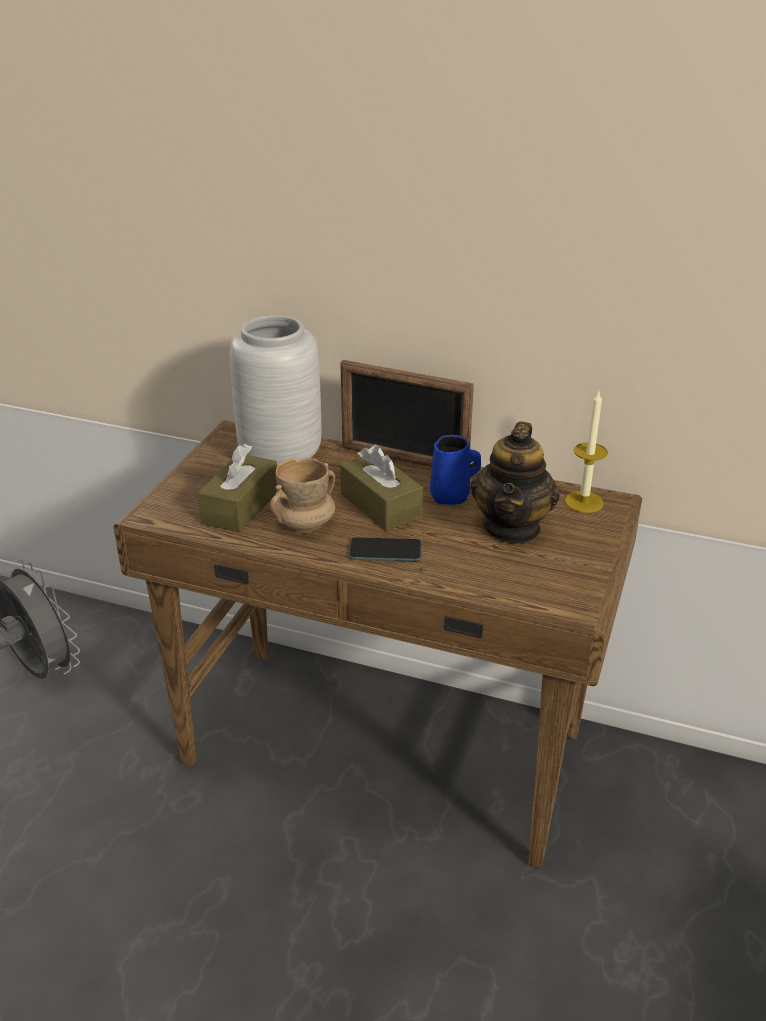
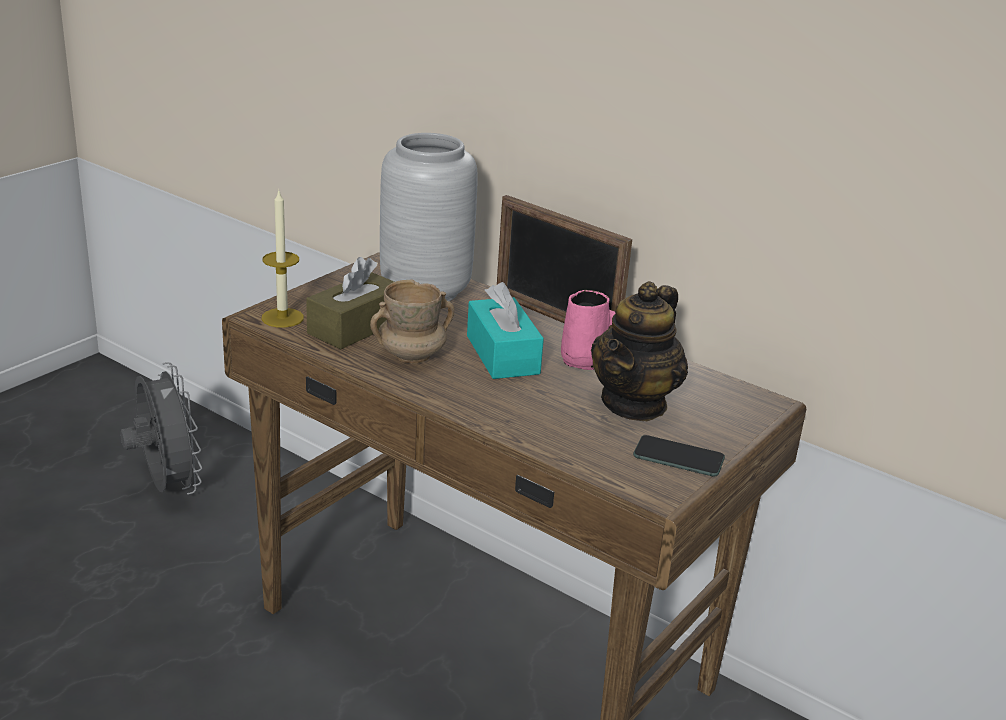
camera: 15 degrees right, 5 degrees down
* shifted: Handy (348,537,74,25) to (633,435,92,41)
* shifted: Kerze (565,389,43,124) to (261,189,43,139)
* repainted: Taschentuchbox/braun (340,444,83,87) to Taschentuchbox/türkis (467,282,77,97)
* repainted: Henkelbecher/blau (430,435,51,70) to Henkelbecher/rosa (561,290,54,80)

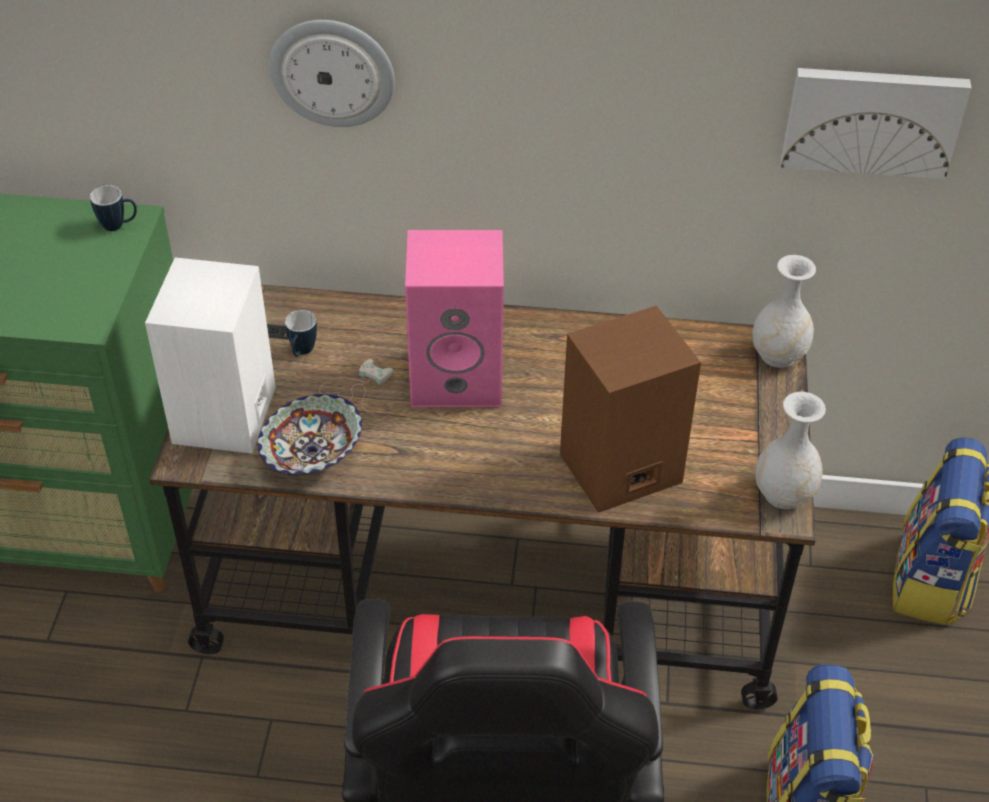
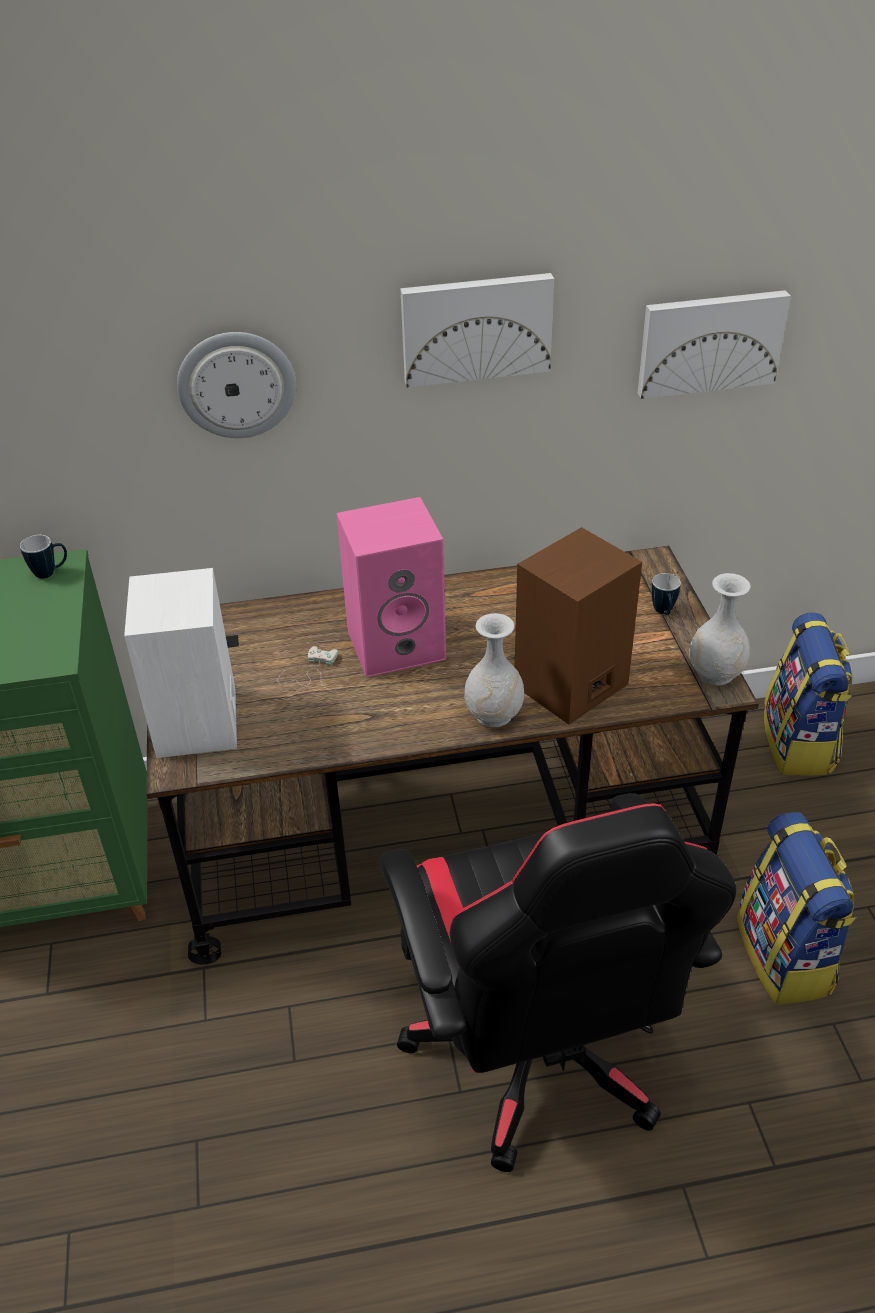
camera: 15 degrees left, 5 degrees down
* gone: Schüssel (258,394,104,82)
* new: Bild (400,273,154,115)
* shifted: Henkelbecher (285,310,32,47) to (651,573,30,42)
* shifted: Vase/weiß (752,255,64,113) to (464,613,60,114)

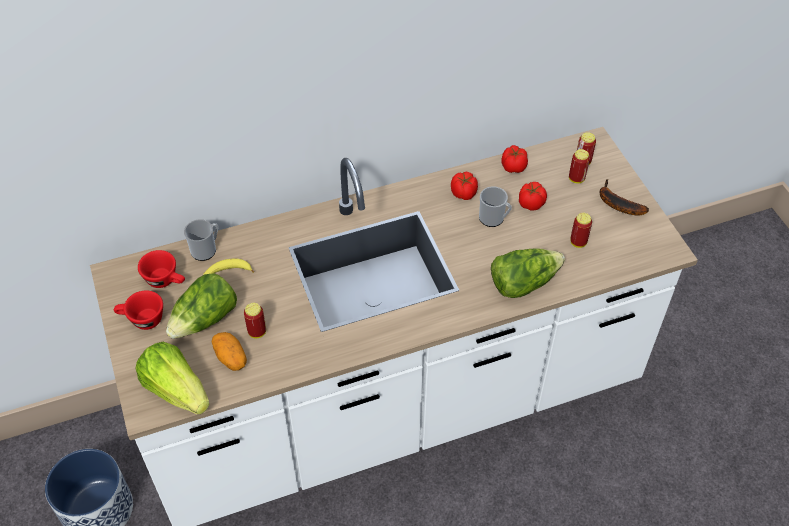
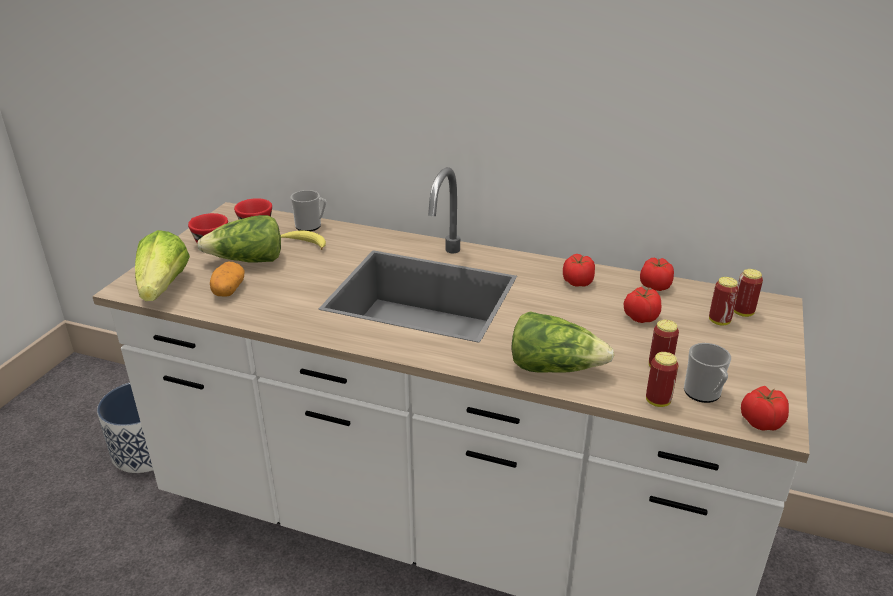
camera: 40 degrees right, 20 degrees down
* gone: Banane (600,179,49,36)
* new: Tomate (741,386,48,45)
* shifted: Dose (244,303,22,35) to (646,352,33,55)
* shifted: Henkelbecher (479,186,33,41) to (684,343,47,60)

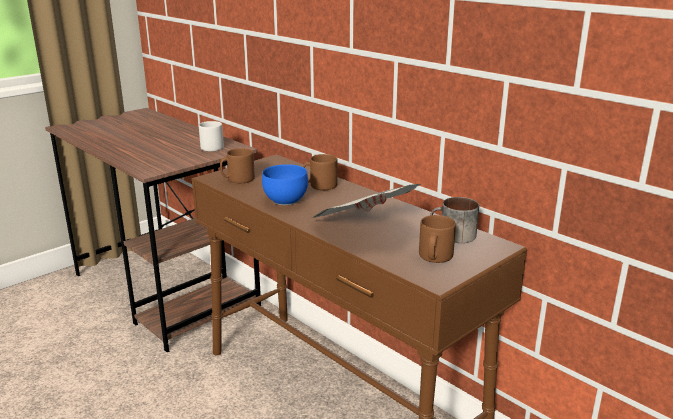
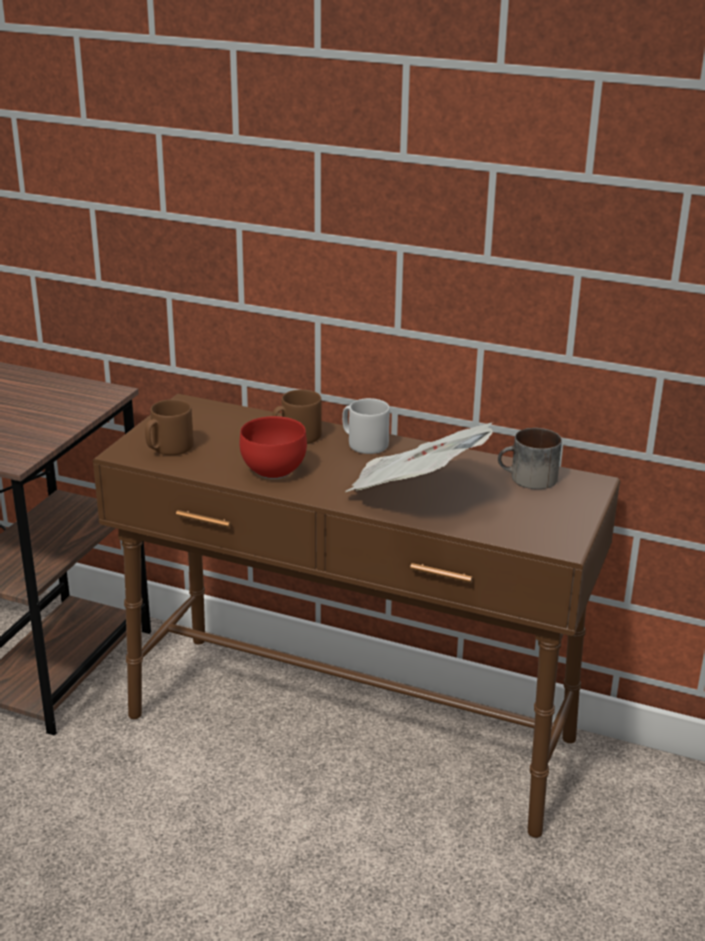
camera: 25 degrees left, 5 degrees up
* gone: Henkelbecher/braun (419,215,37,48)
* shifted: Henkelbecher/grau (199,121,25,30) to (342,398,48,56)
* repainted: Schüssel/blau (262,164,46,41) to Schüssel/rot (240,416,67,63)

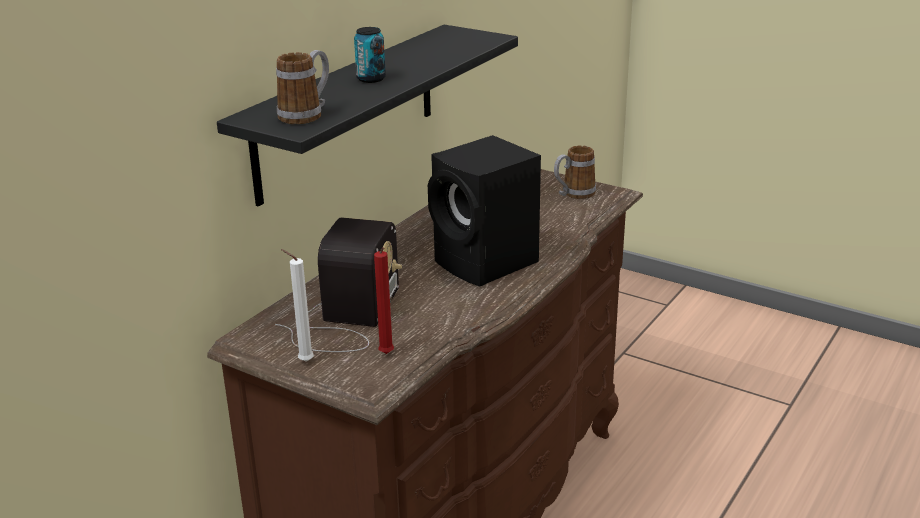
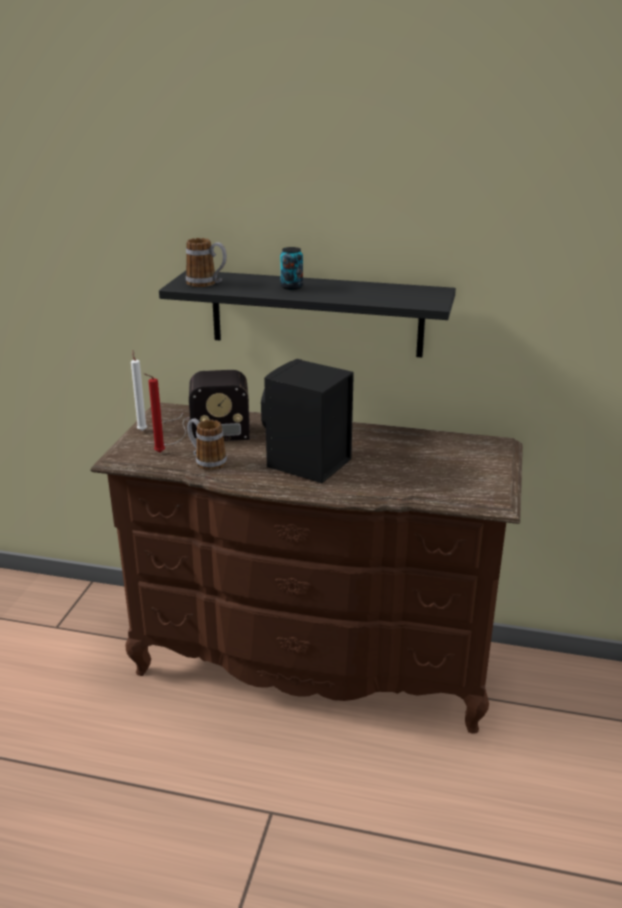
camera: 70 degrees right, 0 degrees up
* shifted: Henkelbecher (554,145,42,54) to (187,418,40,52)

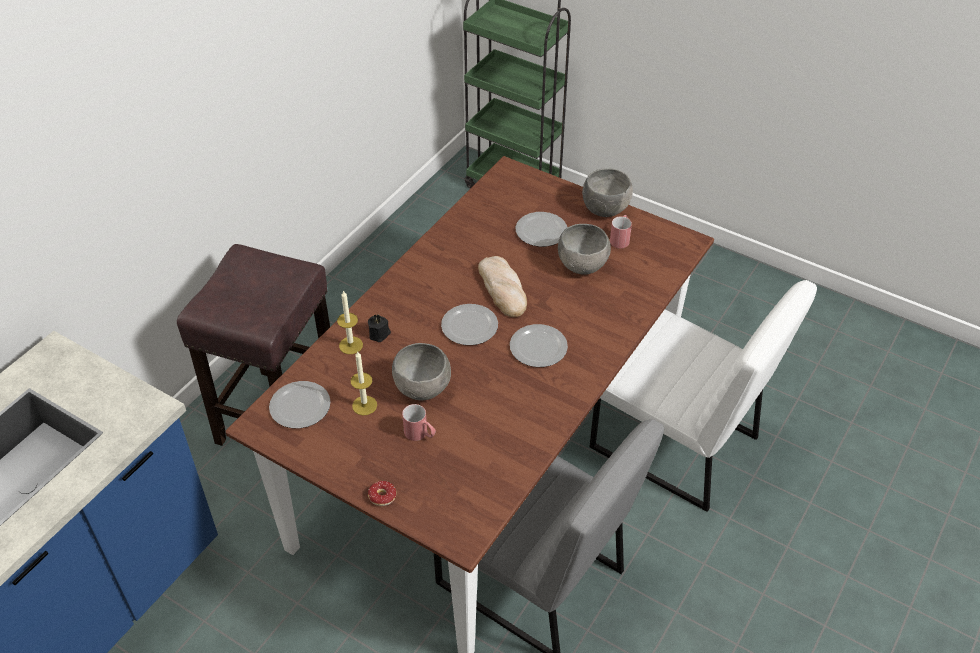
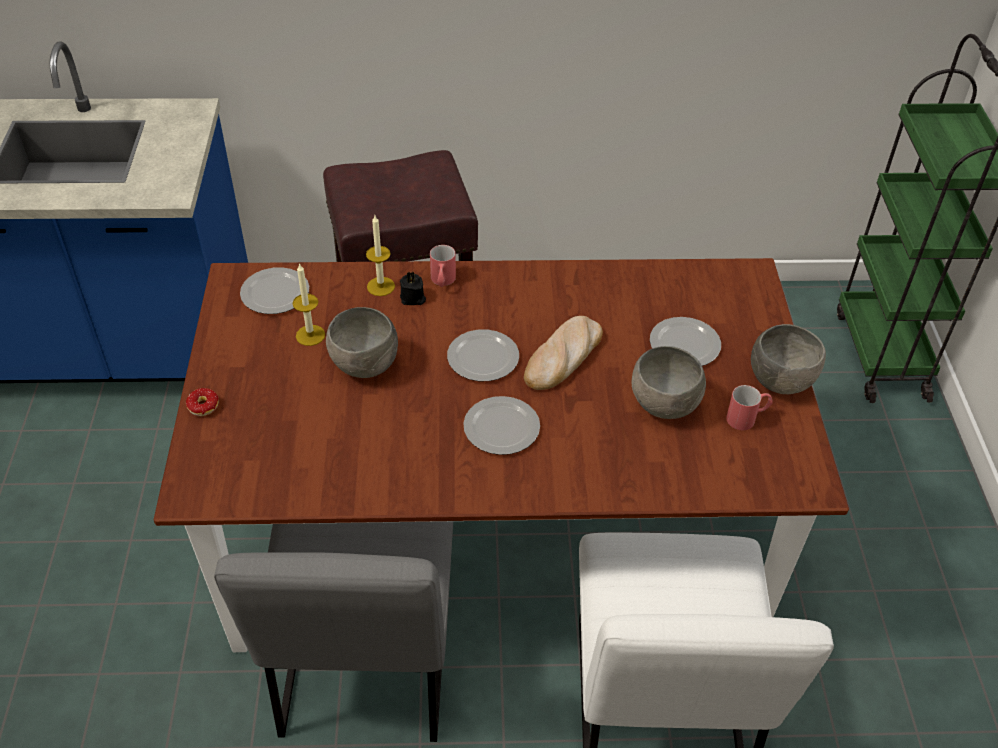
camera: 55 degrees right, 0 degrees up
* shifted: Henkelbecher/rot (402,404,34,37) to (430,245,26,42)

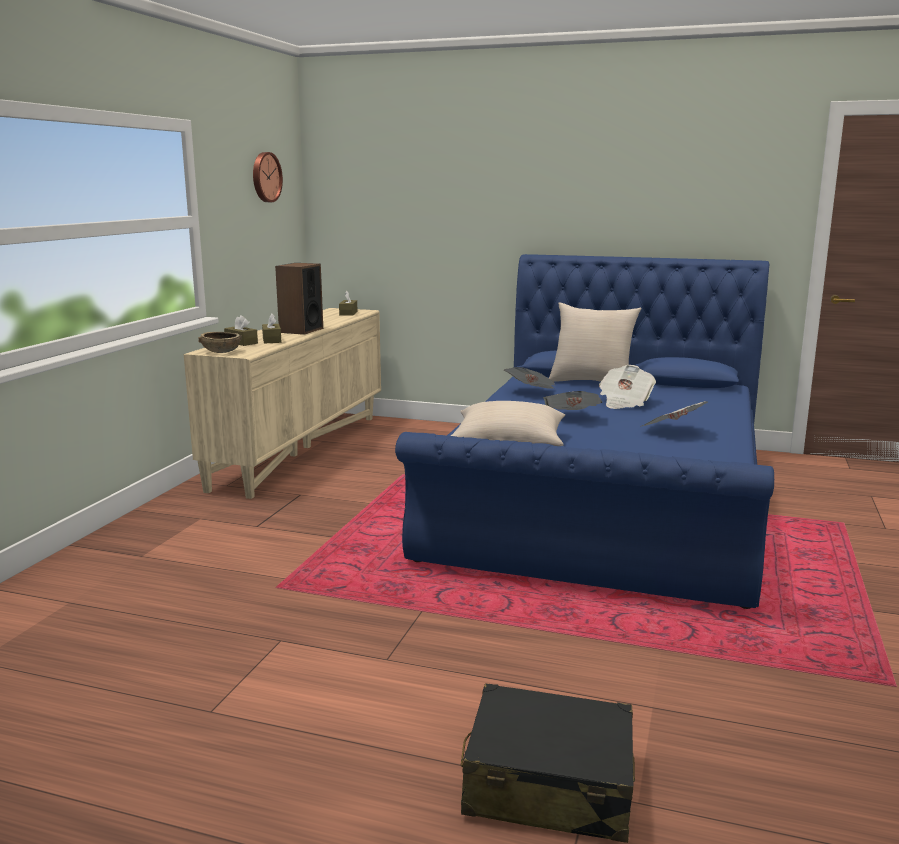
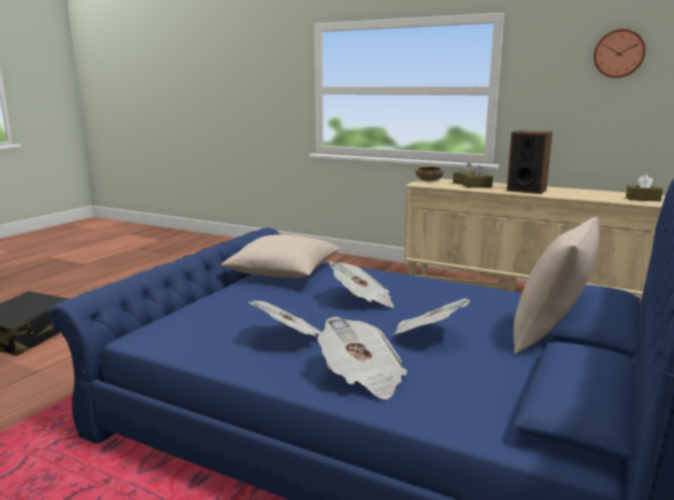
camera: 100 degrees right, 0 degrees up
* shifted: Zeitung (504,367,52,22) to (318,317,89,82)

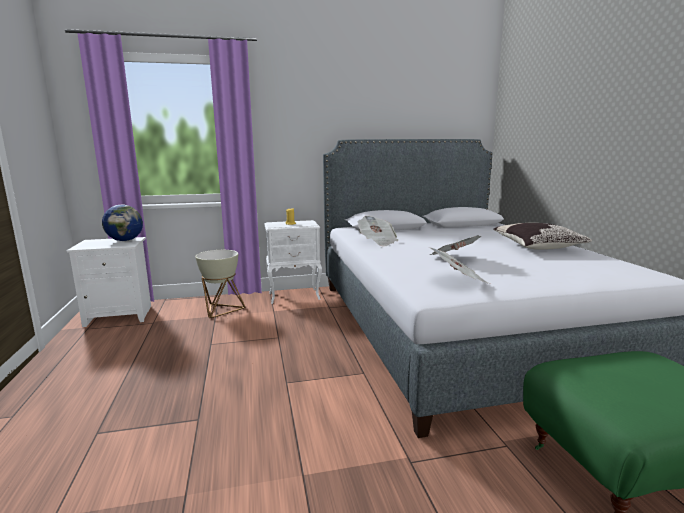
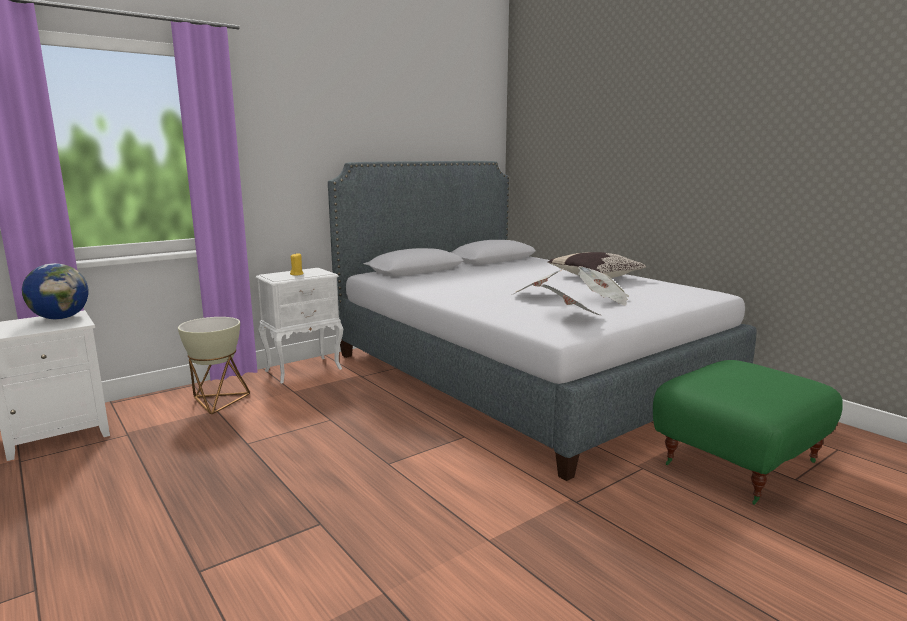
camera: 25 degrees left, 0 degrees up
* shifted: Zeitung (358,216,40,31) to (578,266,51,39)

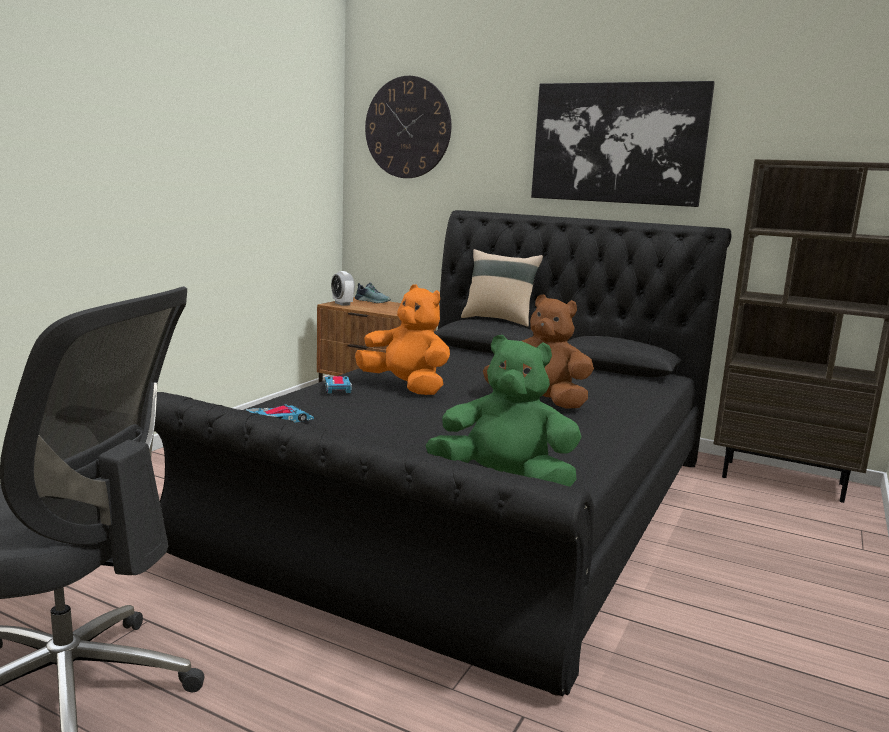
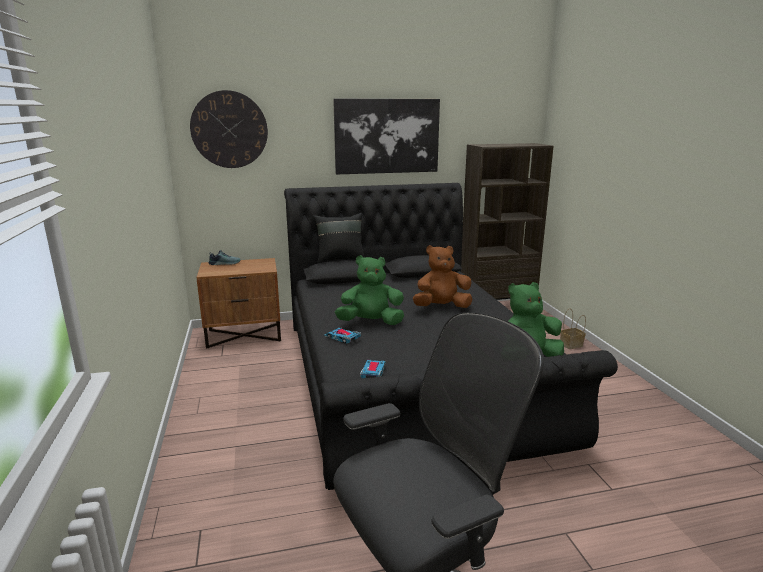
camera: 40 degrees left, 5 degrees up
* gone: Wecker (331,271,24,35)
* new: Korb (560,308,26,41)
* repainted: Plüschtier/orange (355,284,95,111) to Plüschtier/grün (335,255,69,70)
* repainted: Kissen/beige (461,249,82,78) to Kissen/schwarz (313,213,52,50)

